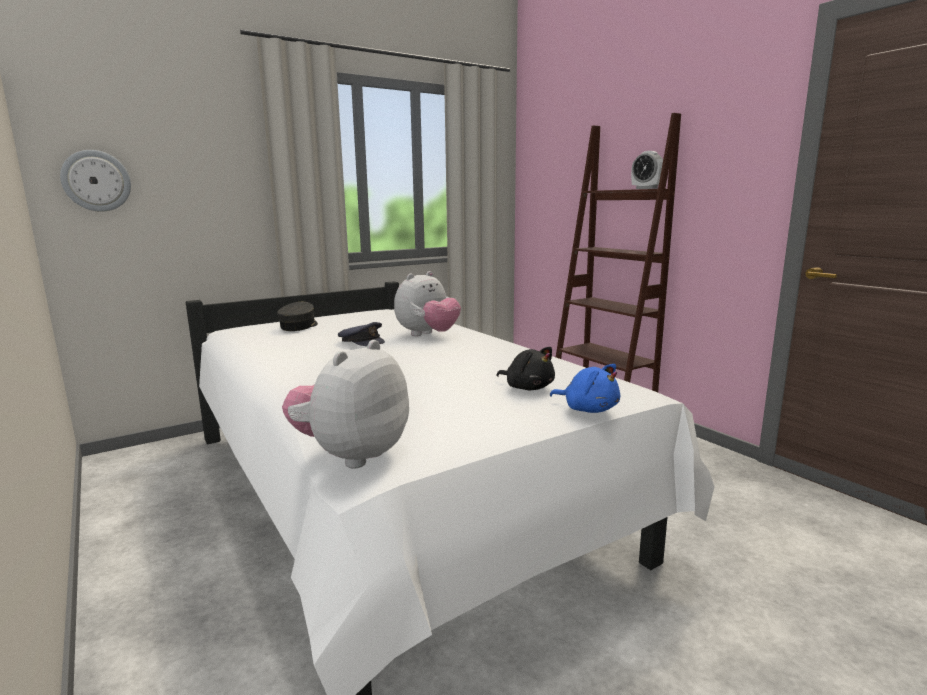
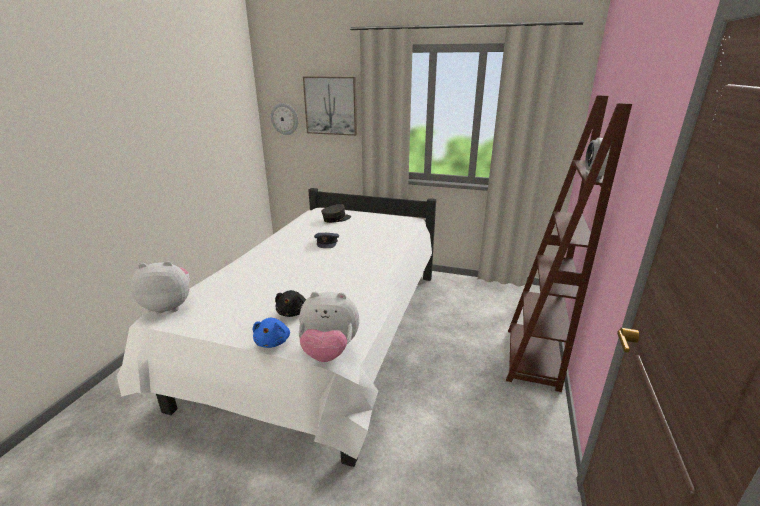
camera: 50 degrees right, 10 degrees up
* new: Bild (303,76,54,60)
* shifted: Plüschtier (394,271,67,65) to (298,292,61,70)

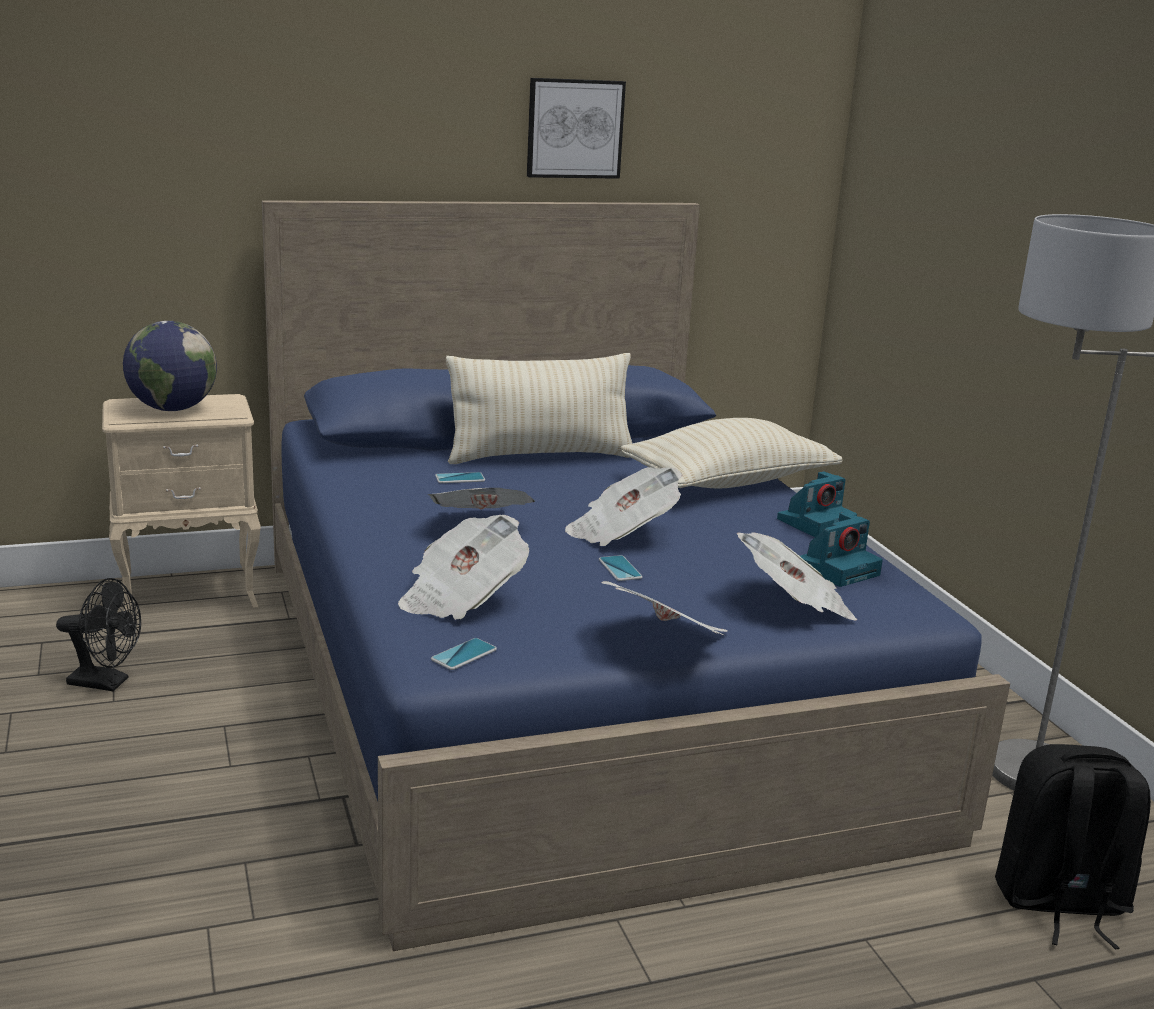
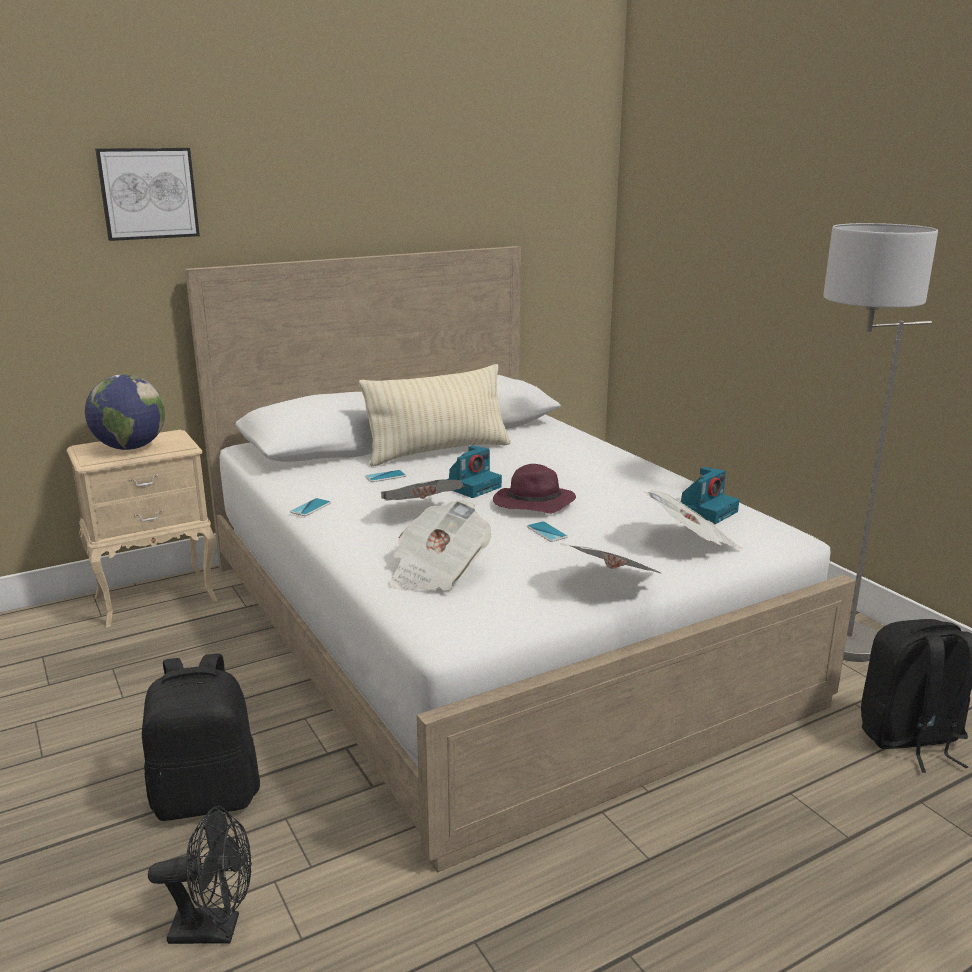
camera: 10 degrees left, 0 degrees up
* gone: Kissen/beige (621,418,222,70)
* new: Rucksack/schwarz (142,653,118,168)
* shifted: Ventilator/schwarz (56,578,85,114) to (148,806,104,138)
* shifted: Handy (431,638,66,32) to (290,498,41,18)
* shifted: Bild (527,78,99,101) to (95,148,105,93)
* shifted: Kamera (777,471,80,66) to (446,445,56,53)
* swapped: Zeitung (565,467,118,79) to Hut/lila (493,464,83,50)
* repainted: Bett/blau (262,200,748,751) to Bett/weiß (185,246,671,627)

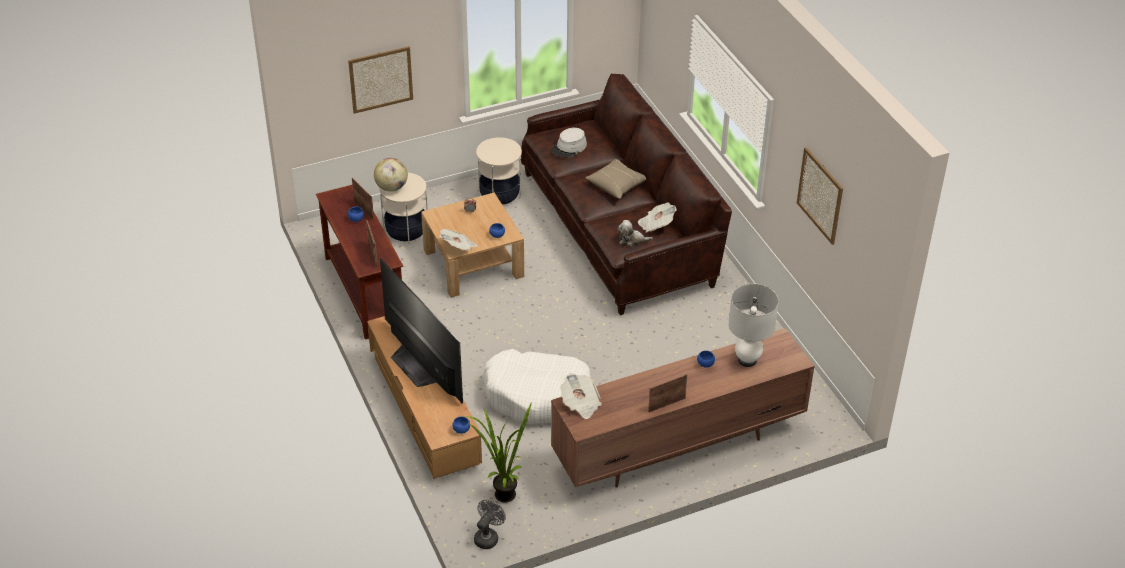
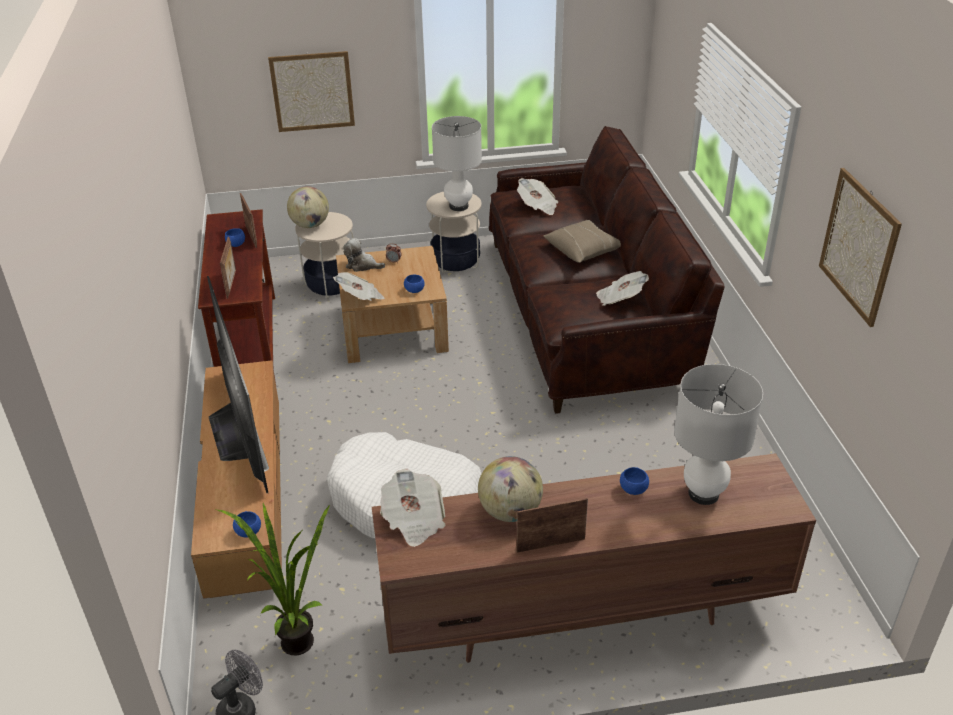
camera: 15 degrees right, 5 degrees down
* new: Tischlampe/weiß (432,116,50,95)
* new: Globus (478,456,65,66)
* shifted: Plüschtier (618,220,35,27) to (343,238,42,34)
* swapped: Hut/grau (551,128,36,30) to Zeitung (517,178,41,37)

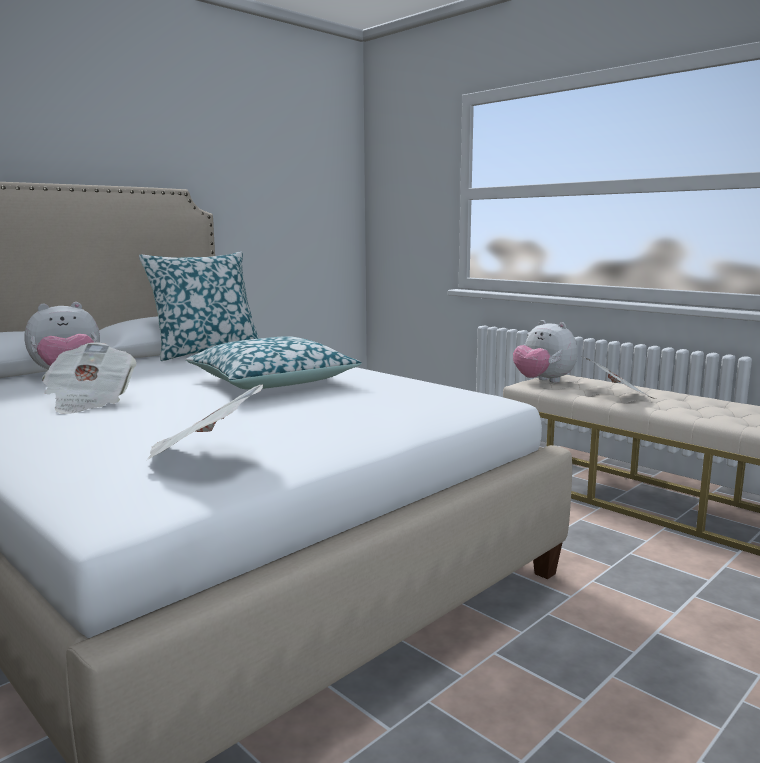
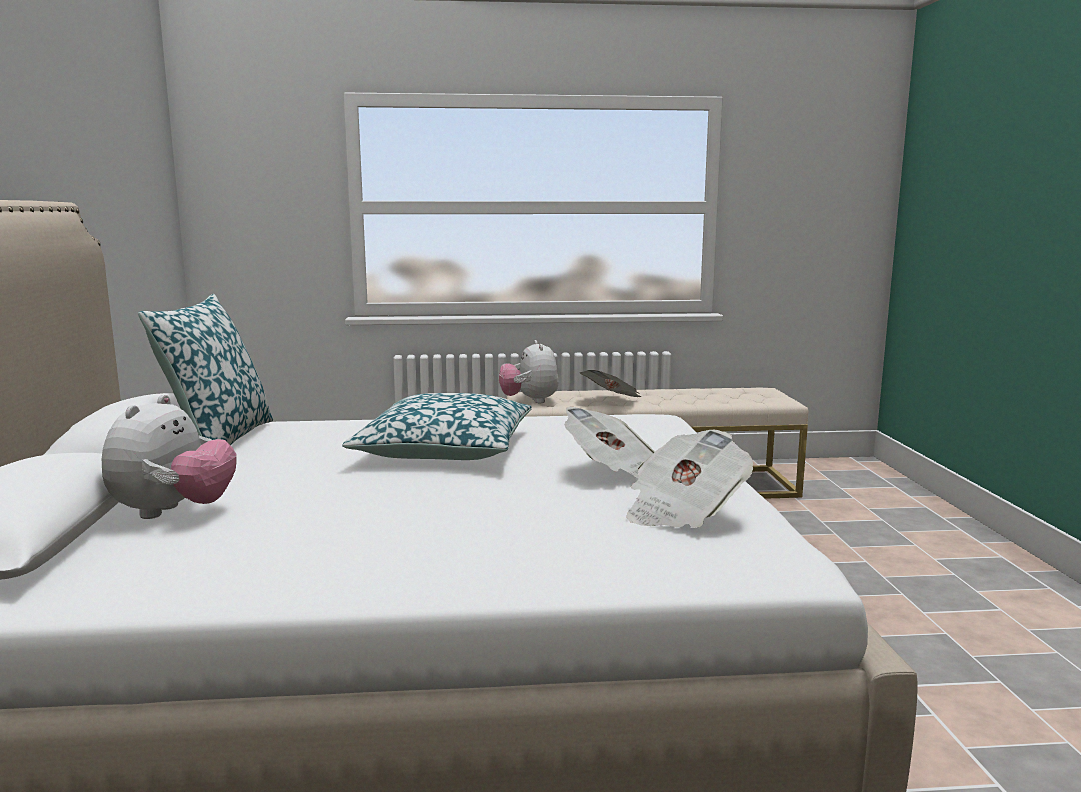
camera: 50 degrees left, 0 degrees up
* shifted: Zeitung (42,342,95,72) to (564,407,91,71)
* rotated: Plüschtier (513,320,65,63) = (499,340,60,63) 75 degrees clockwise

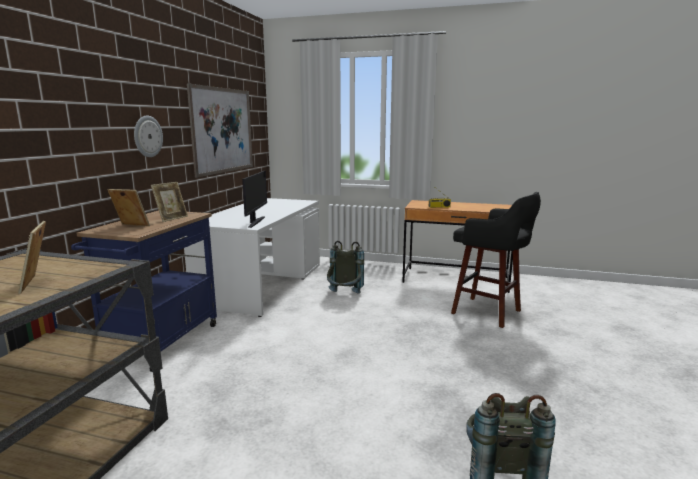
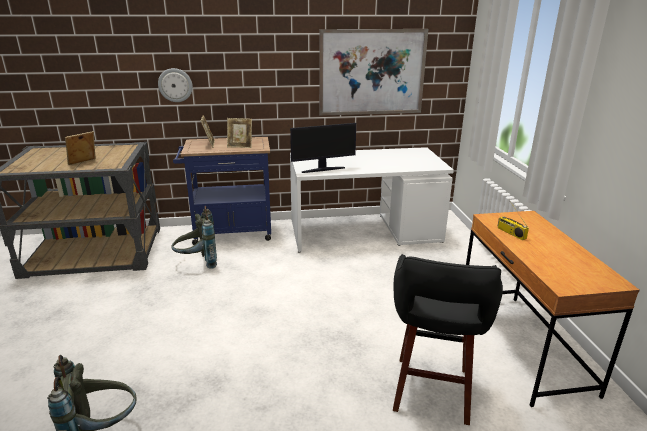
camera: 65 degrees right, 10 degrees up
* shifted: Wanduhr (134,116,29,41) to (158,68,35,34)
* shifted: Rucksack/grau (327,241,37,52) to (171,206,46,63)

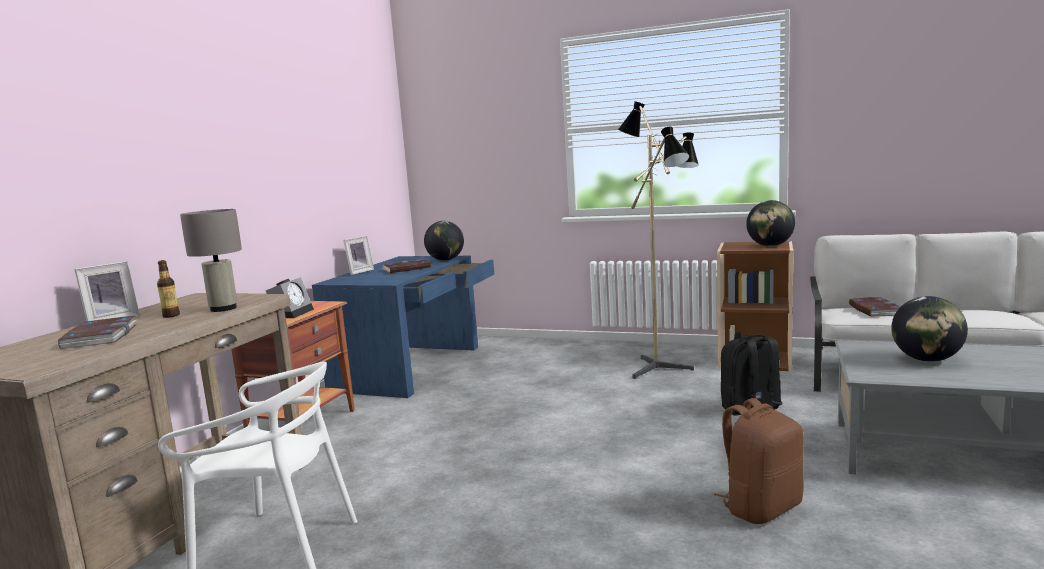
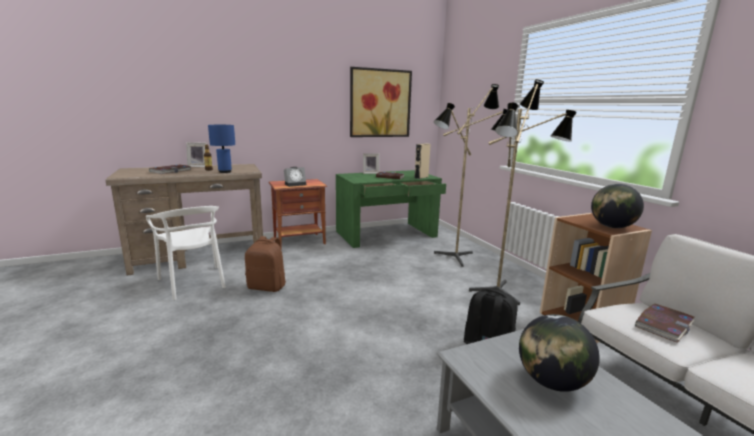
camera: 45 degrees right, 5 degrees up
* new: Bild (350,67,62,70)
* new: Stehlampe (434,84,74,183)
* shifted: Rucksack/braun (714,398,90,126) to (245,236,41,56)
* swapped: Globus (424,221,40,40) to Lautsprecher/beige (414,143,17,36)
* repainted: Tischlampe/grau (180,209,62,103) to Tischlampe/blau (208,125,27,48)
* repainted: Schreibtisch/blau (312,256,182,142) to Schreibtisch/grün (336,170,110,78)

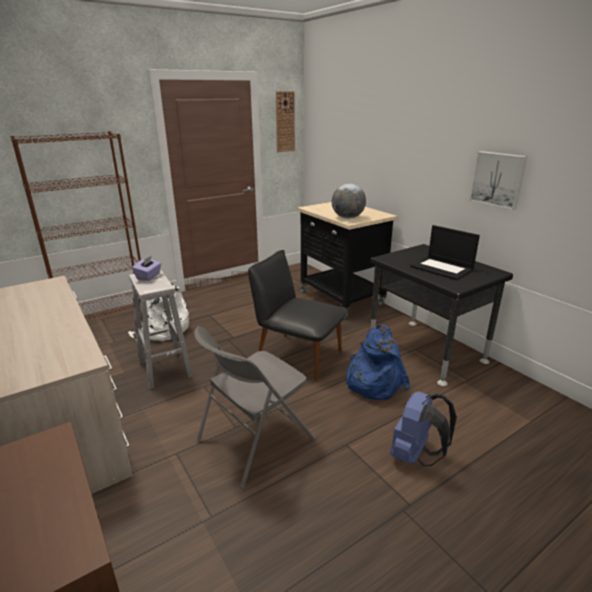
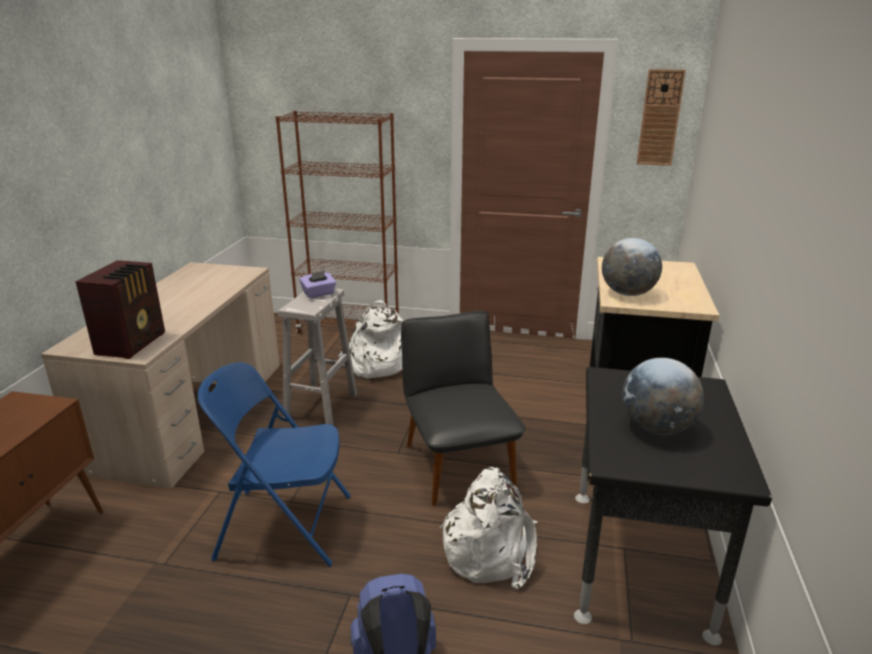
camera: 45 degrees right, 0 degrees up
* gone: Bild (469,151,58,59)
* new: Radio (76,260,89,99)
* swapped: Laptop (410,225,70,55) to Globus (622,358,82,77)
* repainted: Stuhl/grau (194,326,122,163) to Stuhl/blau (198,362,153,205)
* repainted: Rucksack/blau (345,325,65,75) to Rucksack/weiß (439,467,99,122)

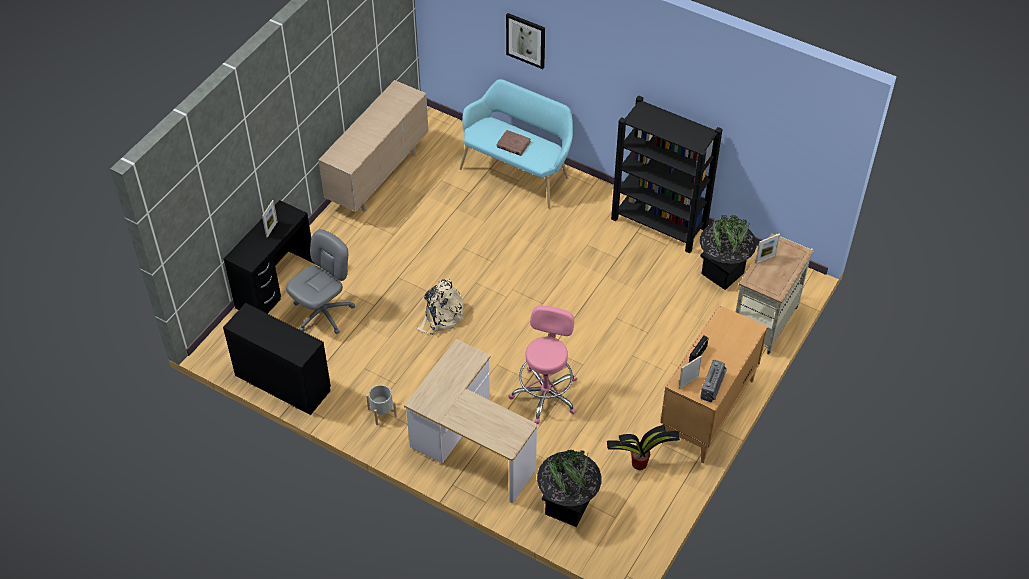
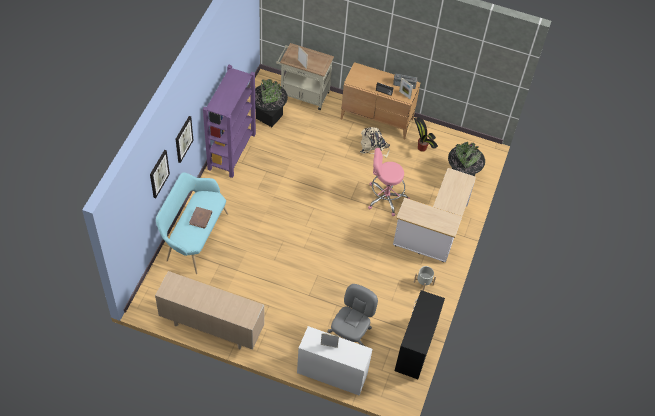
camera: 105 degrees left, 5 degrees up
* new: Bild (176,116,17,47)
* shifted: Rucksack/beige (416,279,48,56) to (360,127,30,31)
* repainted: Schreibtisch/schwarz (224,200,91,114) to Schreibtisch/weiß (297,326,76,70)
* repainted: Bücherregal/schwarz (611,96,112,157) to Bücherregal/lila (203,65,53,113)
* rotated: Bürostuhl/grau (286,229,69,105) = (328,284,50,62) 90 degrees clockwise

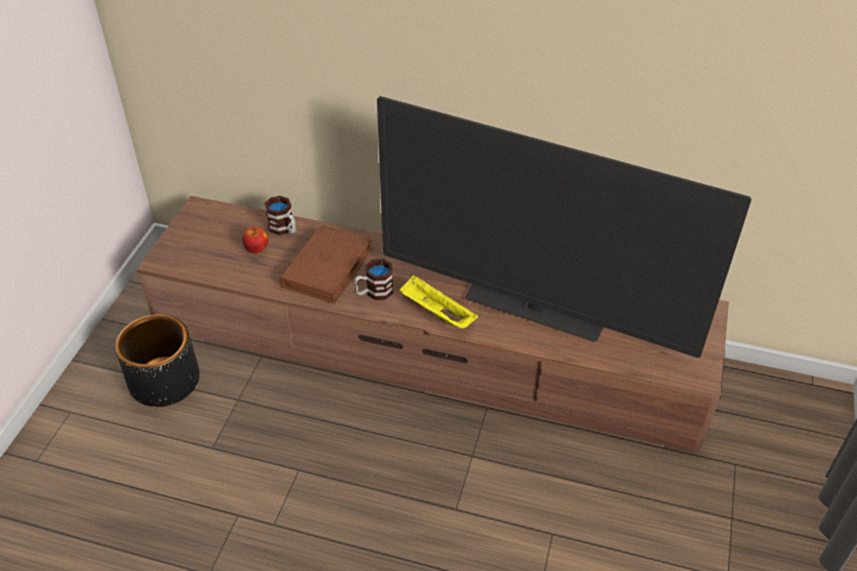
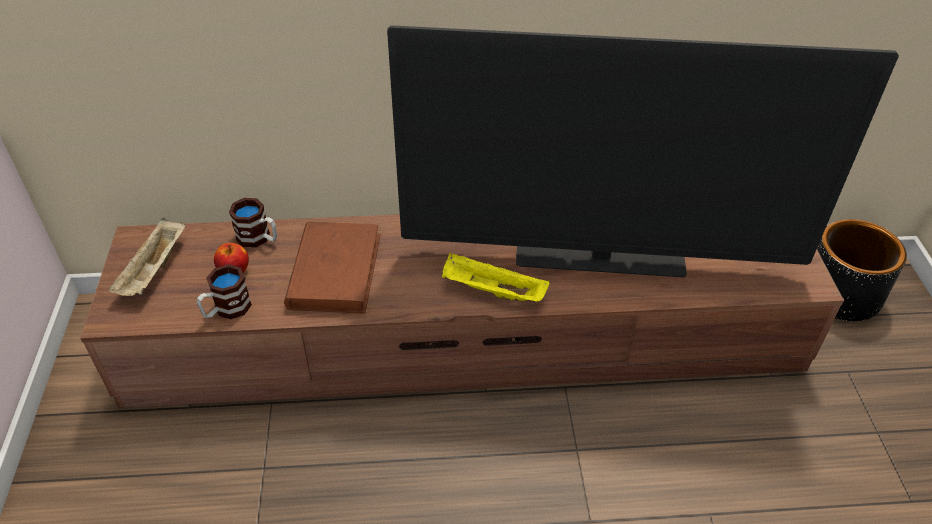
camera: 20 degrees left, 0 degrees up
* new: Tablett/beige (108,218,77,78)
* shifted: Pflanzkübel/schwarz (115,314,85,93) to (817,219,90,102)
* shifted: Henkelbecher (354,259,39,41) to (197,264,55,55)

